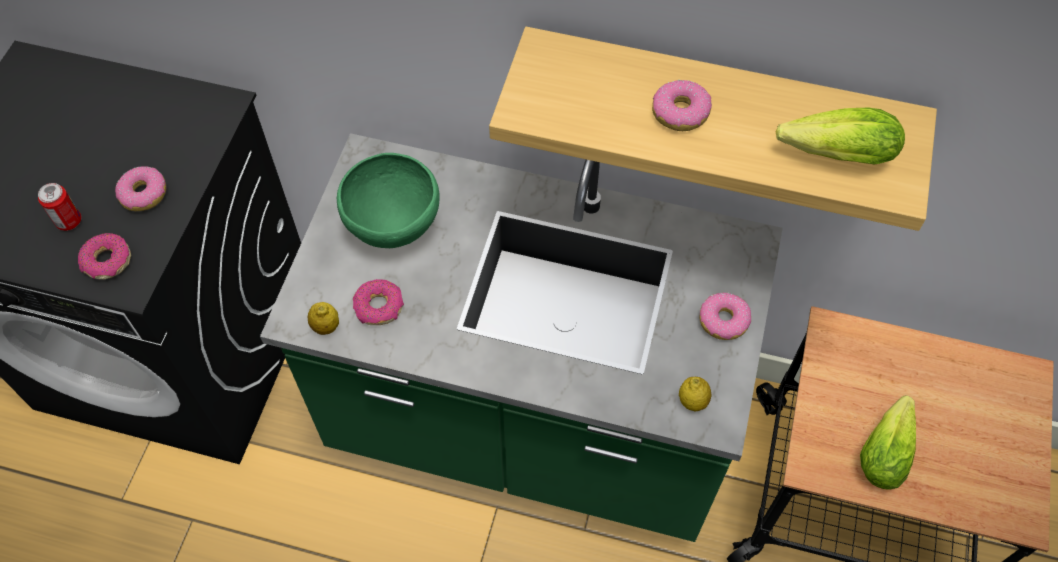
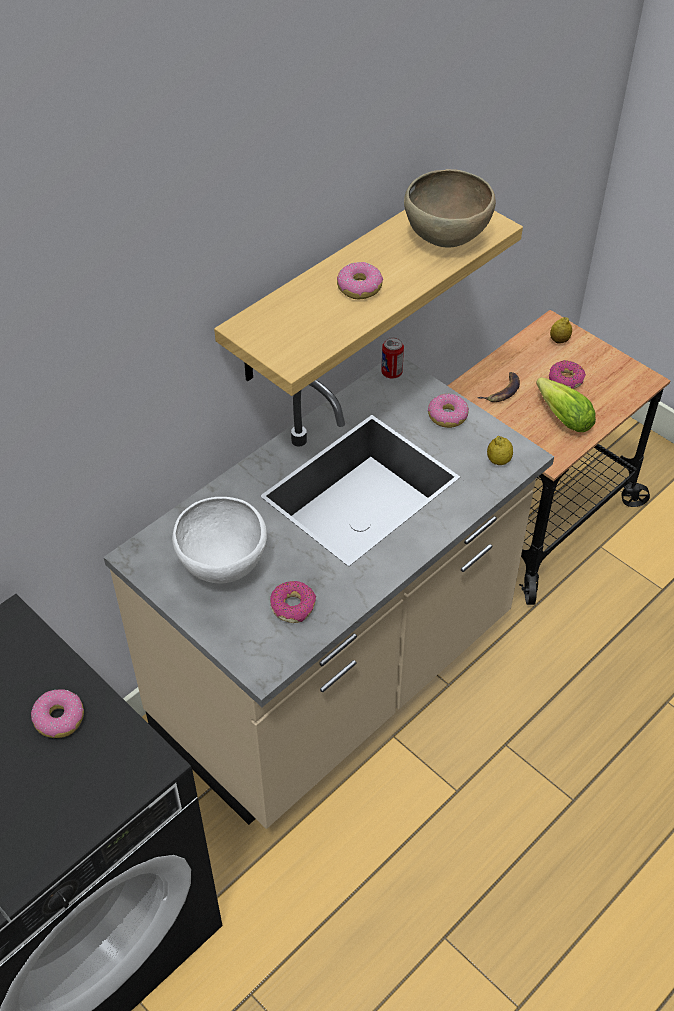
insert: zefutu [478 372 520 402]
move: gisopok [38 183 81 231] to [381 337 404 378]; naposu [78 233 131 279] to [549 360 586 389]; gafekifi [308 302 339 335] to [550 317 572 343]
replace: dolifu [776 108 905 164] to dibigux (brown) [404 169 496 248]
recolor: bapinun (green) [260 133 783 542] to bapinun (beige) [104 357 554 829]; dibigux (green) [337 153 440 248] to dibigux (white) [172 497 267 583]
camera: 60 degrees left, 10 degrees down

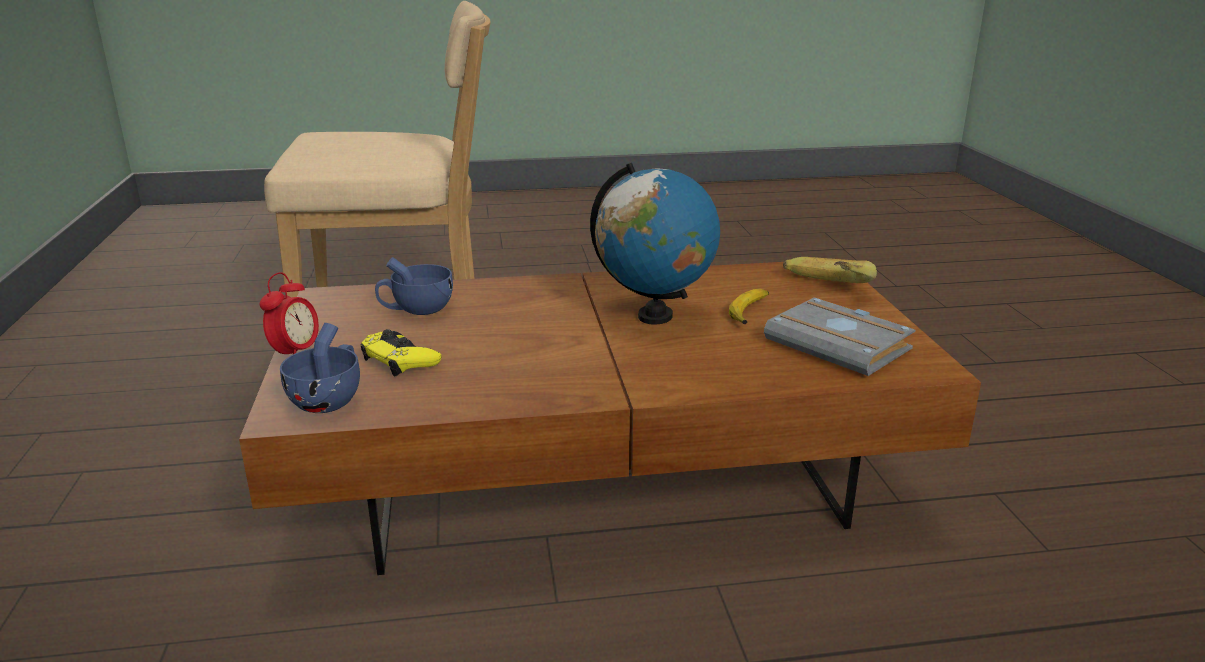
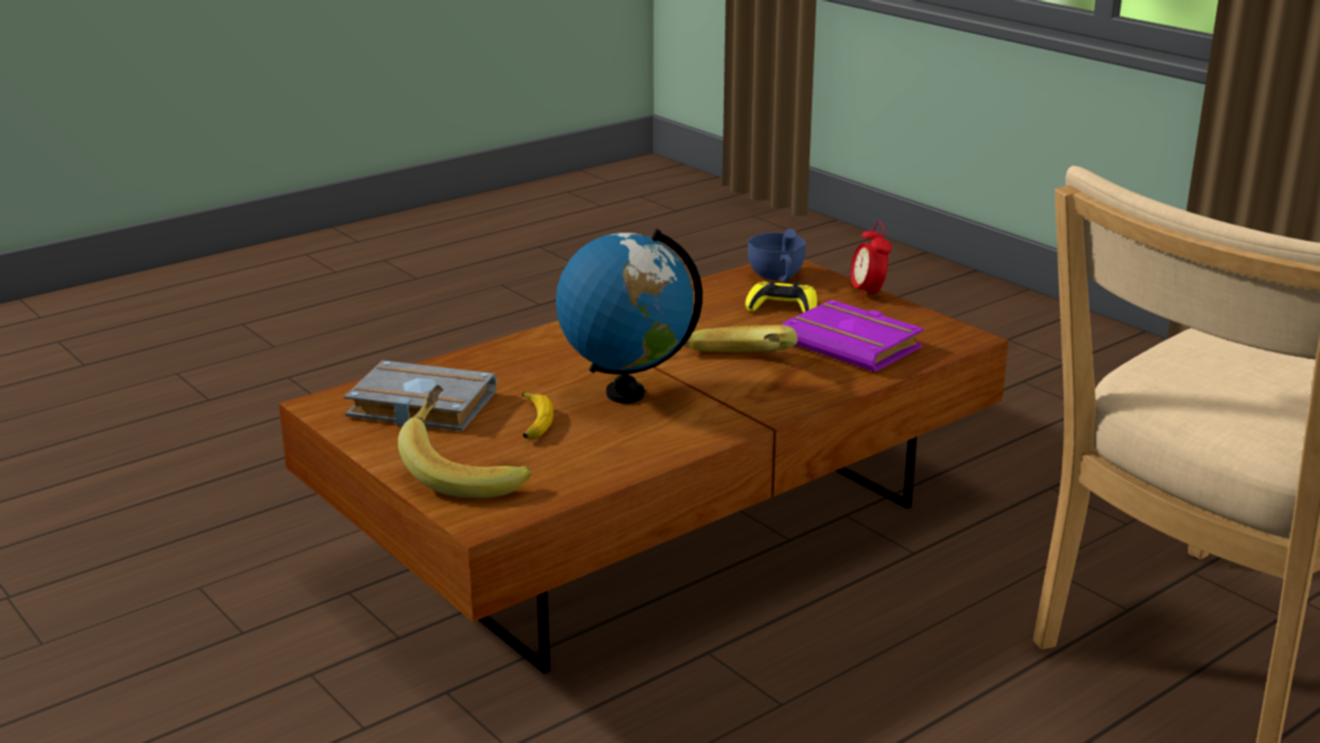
insert: zefutu [684 325 798 352]
replace: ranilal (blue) [375 257 453 315] to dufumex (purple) [782 300 924 372]
camera: 150 degrees right, 0 degrees up

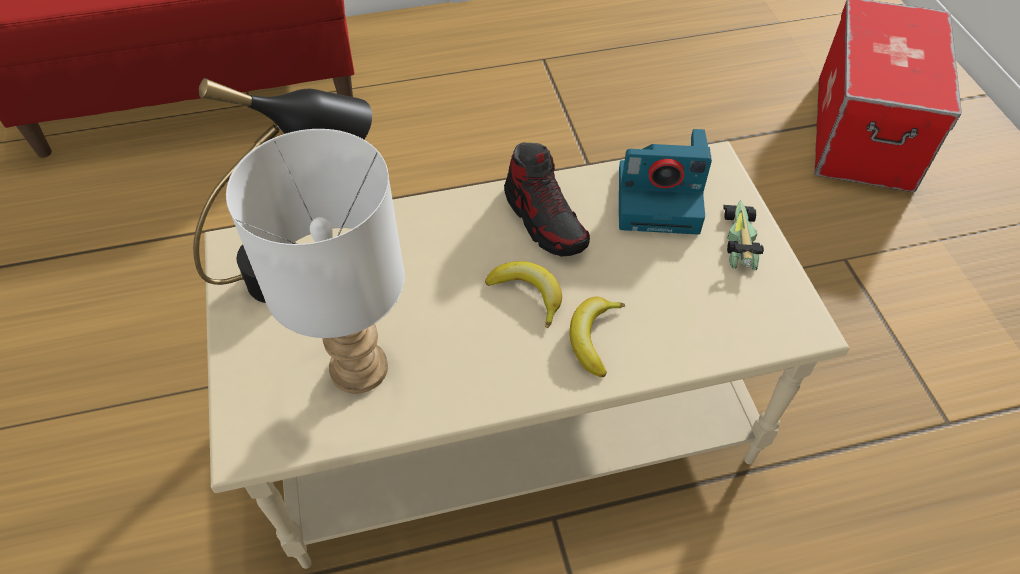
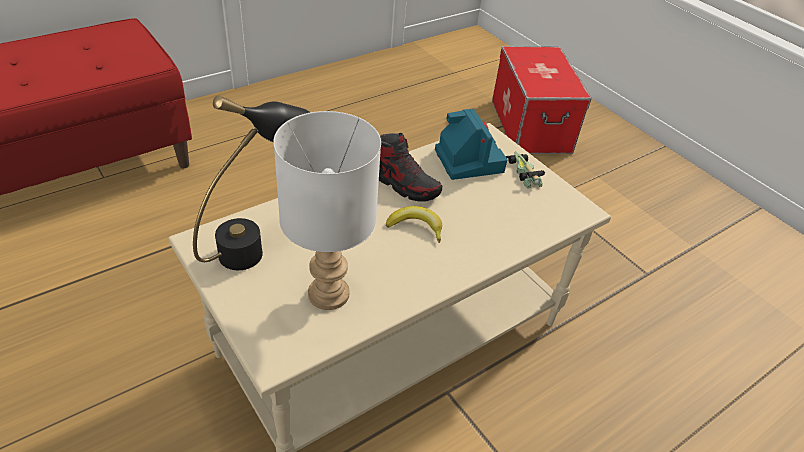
delete: zefutu [570 297 625 377]
rotate: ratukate [619 129 712 235] = [435 109 507 180] 90 degrees counterclockwise
camera: 25 degrees left, 10 degrees down

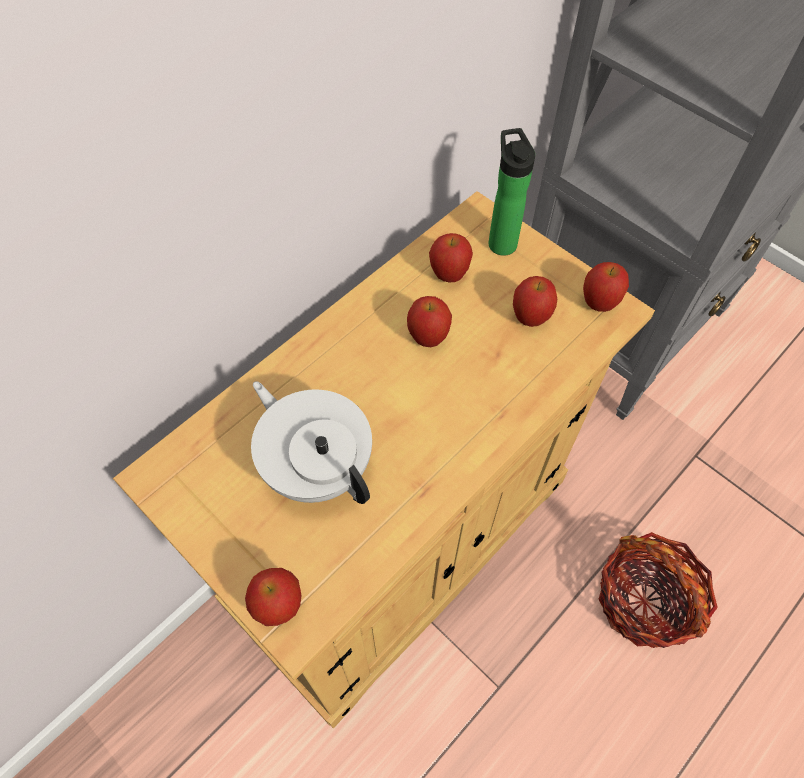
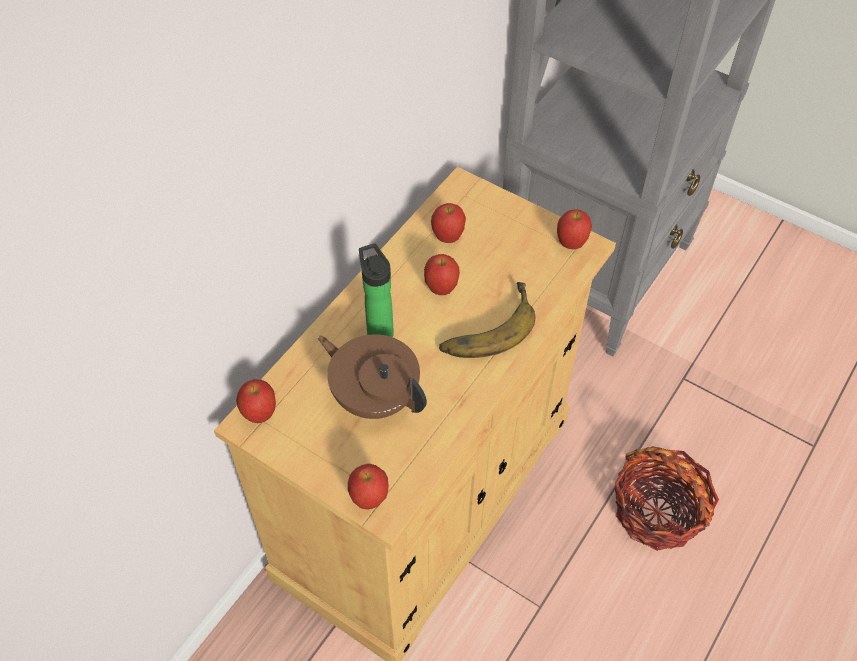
insert: zefutu [439 282 535 358]
move: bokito [489 128 535 256] to [359 243 394 337]; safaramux [513 276 557 327] to [236 379 276 423]
recolor: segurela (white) [251 381 372 504] to segurela (brown) [318 334 427 419]
camera: 10 degrees left, 5 degrees down

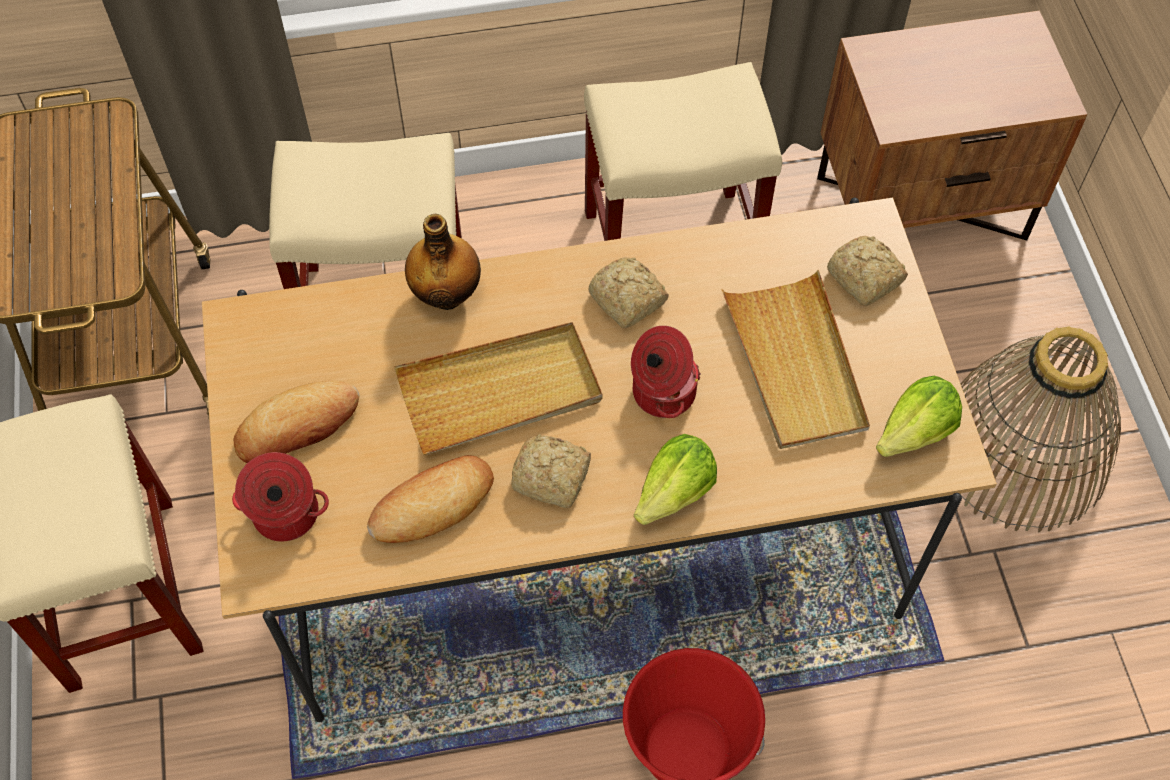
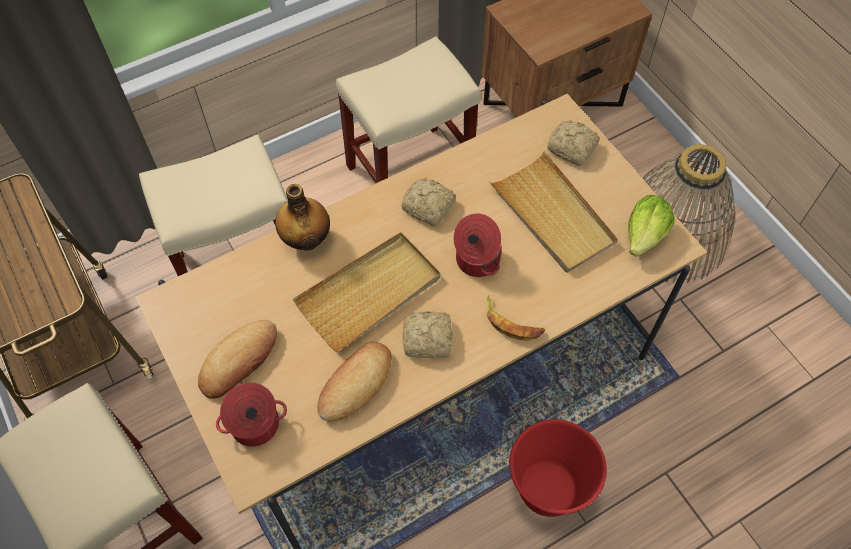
replace: dolifu [634 434 717 525] to zefutu [487 295 545 341]
camera: 20 degrees left, 0 degrees up

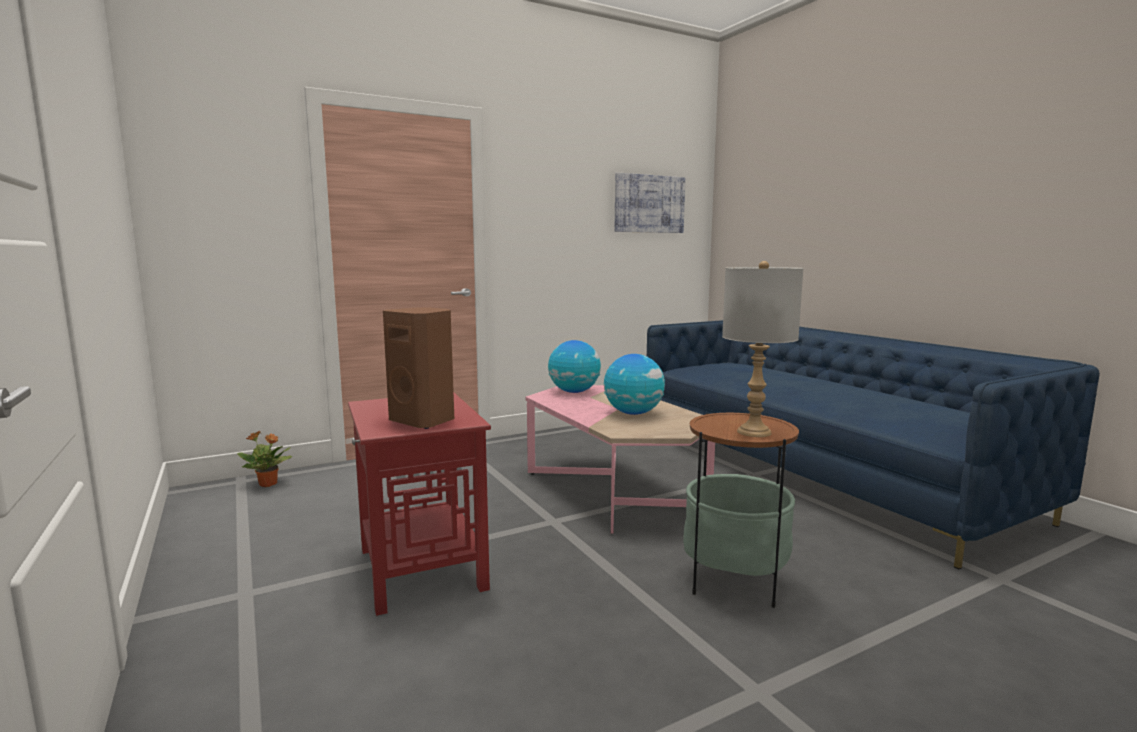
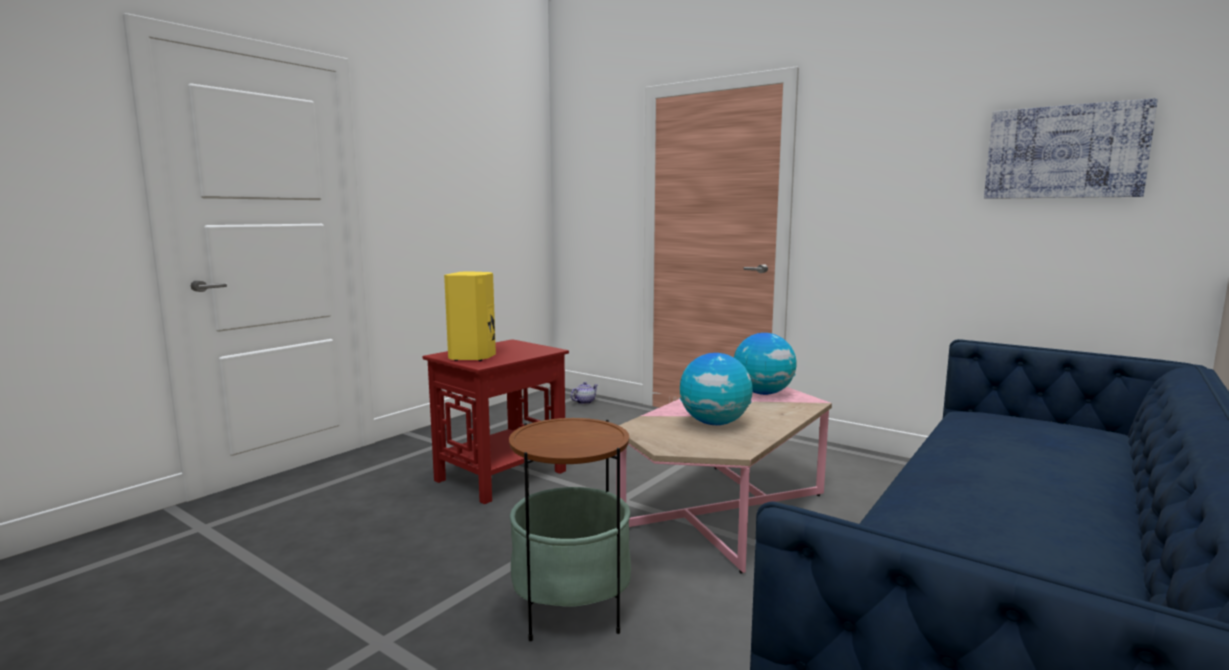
delete: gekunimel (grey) [722 261 804 437]
replace: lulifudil [237 431 292 487] to segurela [570 382 598 404]
recolor: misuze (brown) [383 308 454 429] to misuze (yellow) [444 271 496 361]
camera: 65 degrees right, 0 degrees up

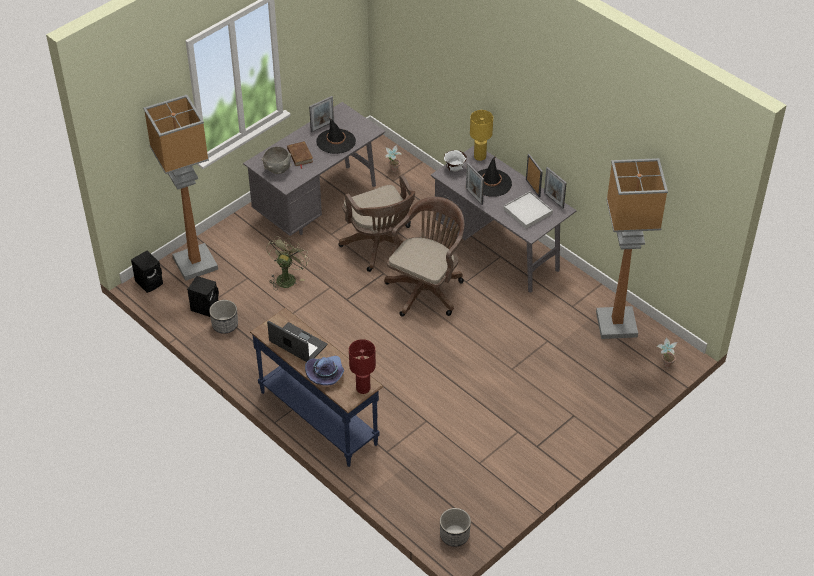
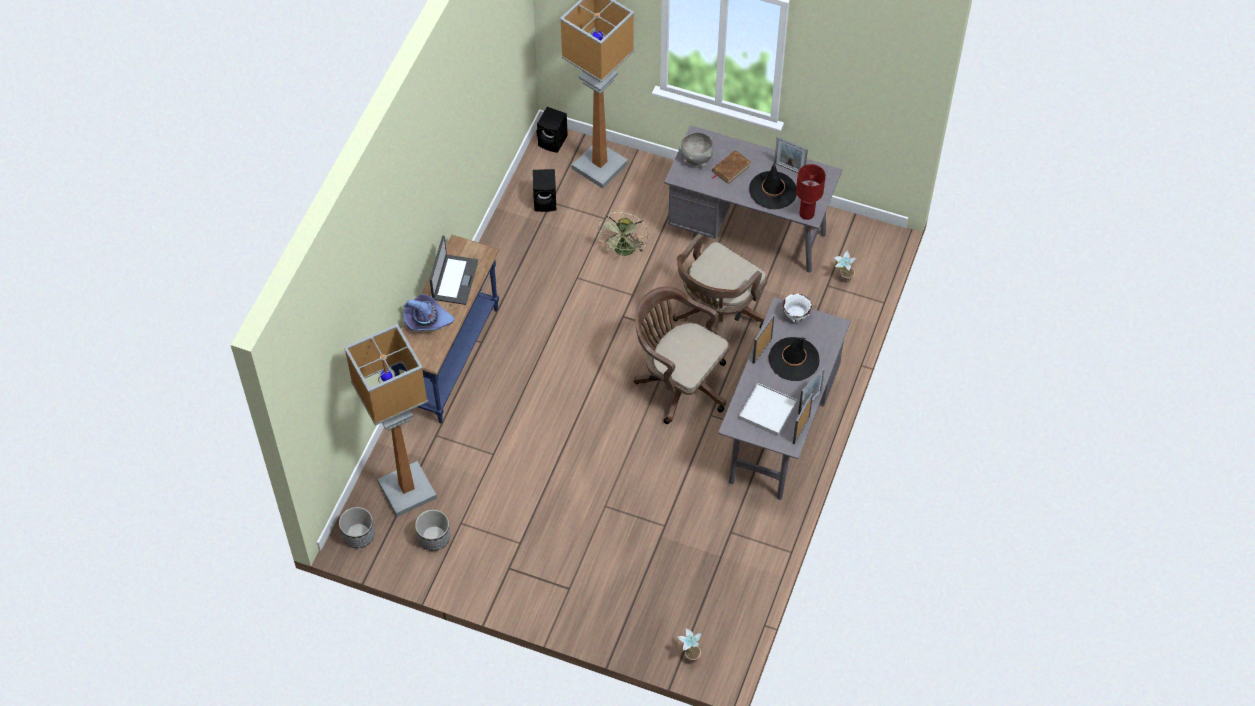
delete: gekunimel (yellow) [470 110 493 161]
move: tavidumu [596 158 668 339] to [344 324 437 517]; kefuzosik [209 300 238 334] to [415 510 450 551]; gekunimel (red) [349 339 376 394] to [796 164 826 220]
rotate: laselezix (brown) [384 197 465 317] = [634 286 730 424] 150 degrees counterclockwise; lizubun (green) [266 236 309 289] = [598 212 649 256] 105 degrees clockwise
camera: 65 degrees right, 10 degrees up

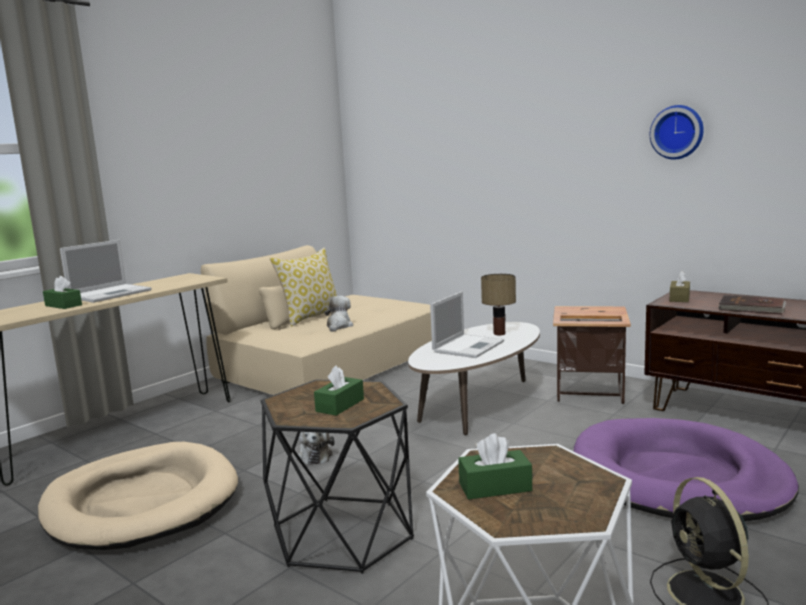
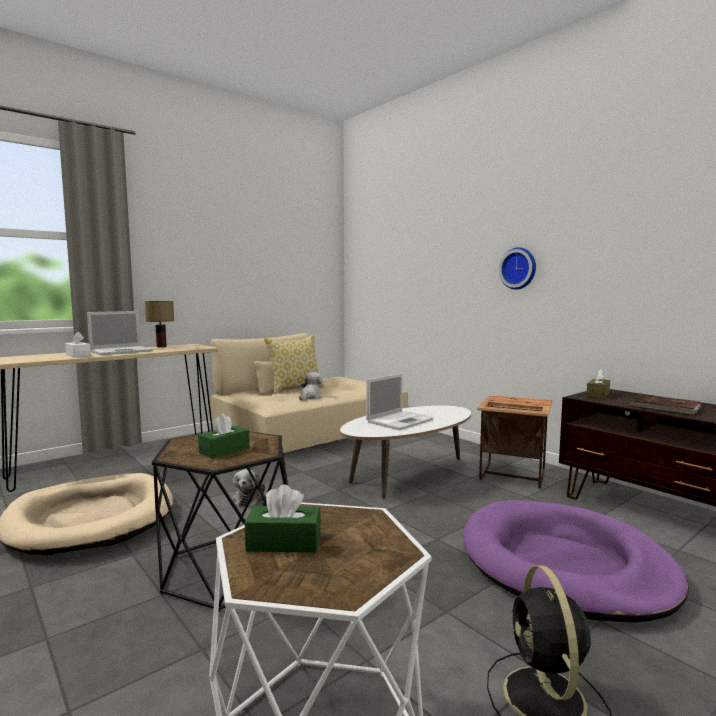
move: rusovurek [650 105 704 159] to [499 247 536 290]; gekunimel [481 274 516 335] to [145 301 174 347]
recolor: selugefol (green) [43 276 82 309] to selugefol (white) [65 332 91 357]
camera: 10 degrees right, 5 degrees down

